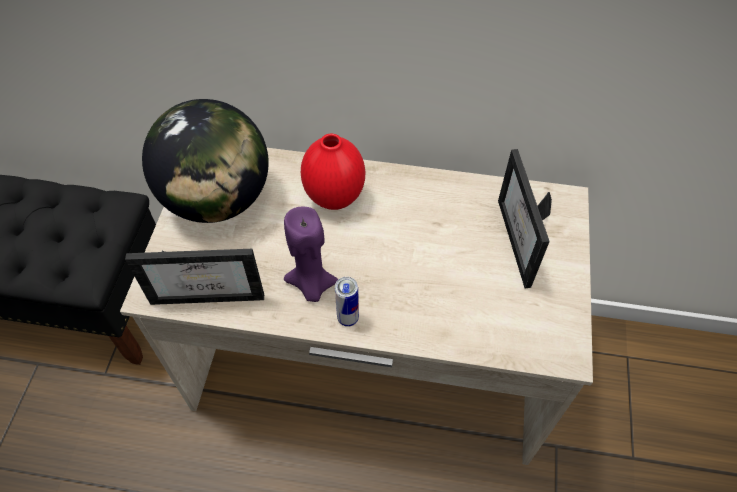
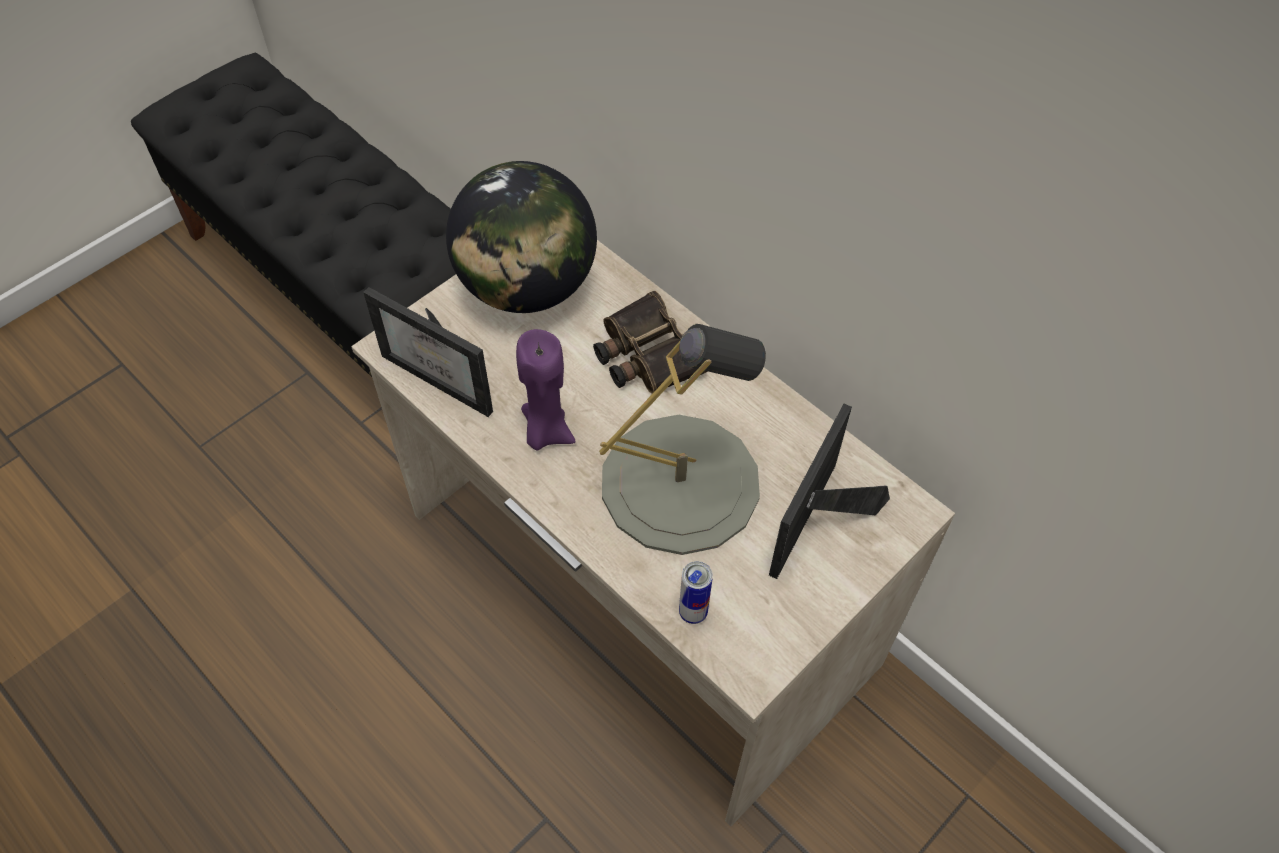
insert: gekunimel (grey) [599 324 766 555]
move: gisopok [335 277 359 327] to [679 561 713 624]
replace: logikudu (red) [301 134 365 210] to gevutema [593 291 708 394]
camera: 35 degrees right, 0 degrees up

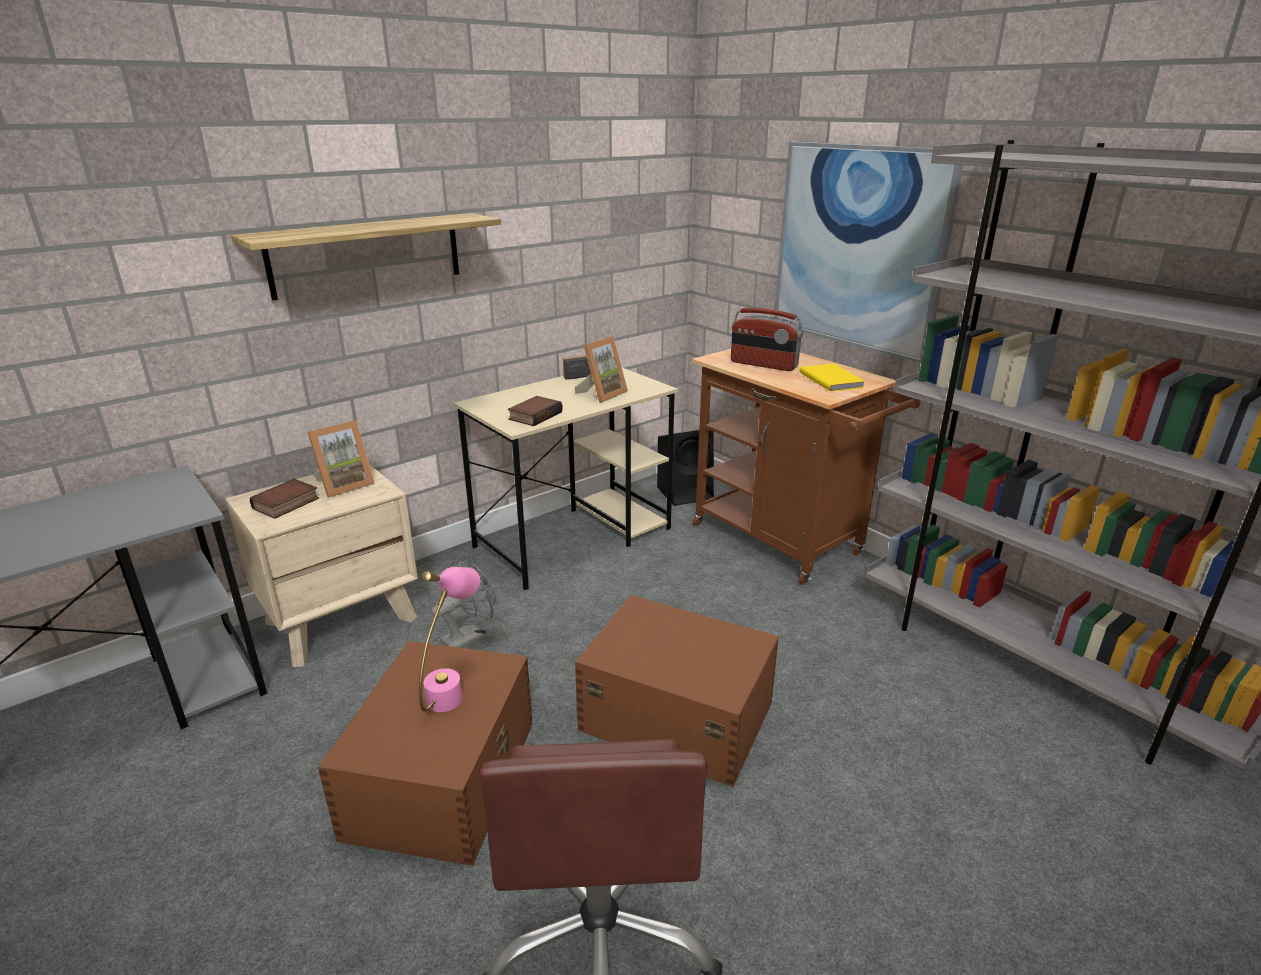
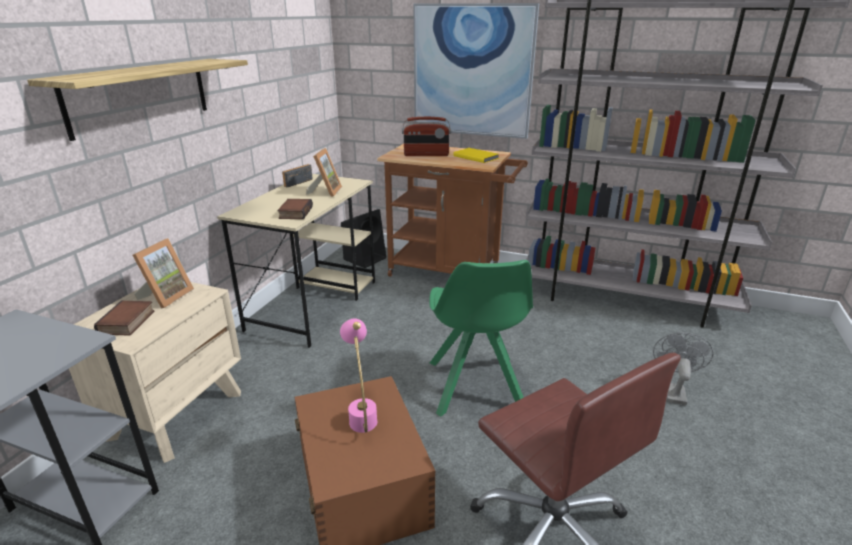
move: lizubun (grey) [431 560 496 648] to [653 332 713 405]
replace: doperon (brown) [575 595 779 787] to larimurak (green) [429 260 533 417]
camera: 30 degrees left, 0 degrees up

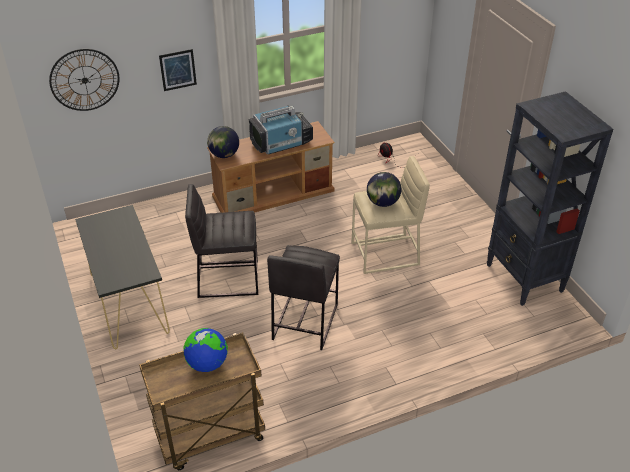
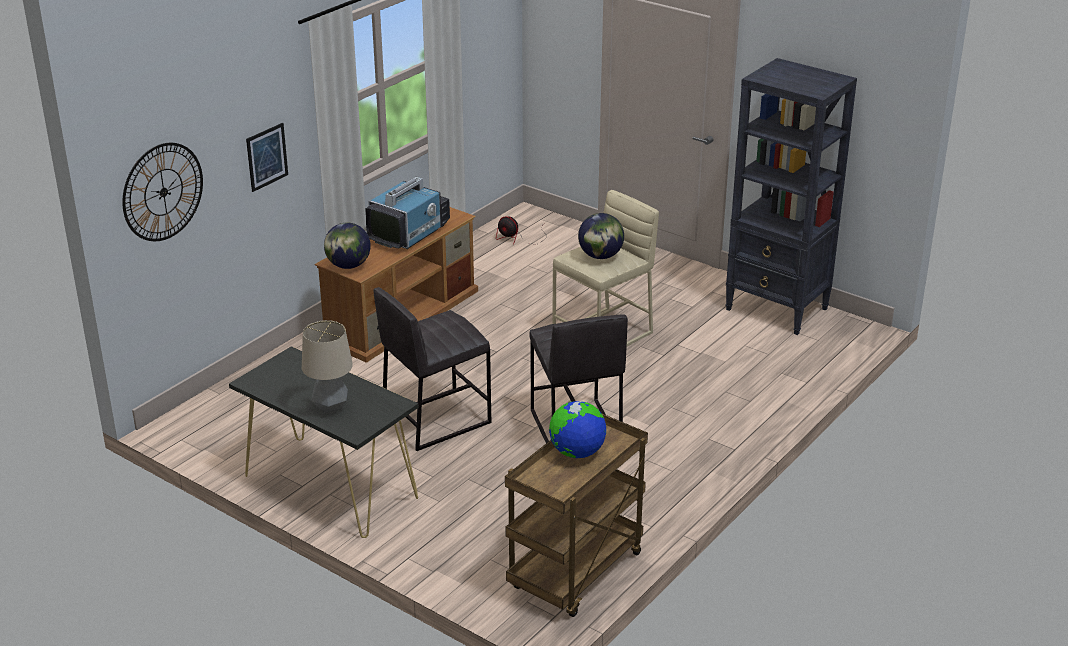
insert: gekunimel [302 320 353 414]
camera: 30 degrees left, 10 degrees down

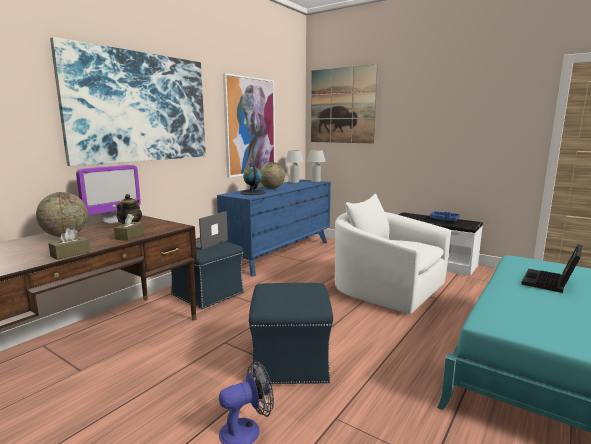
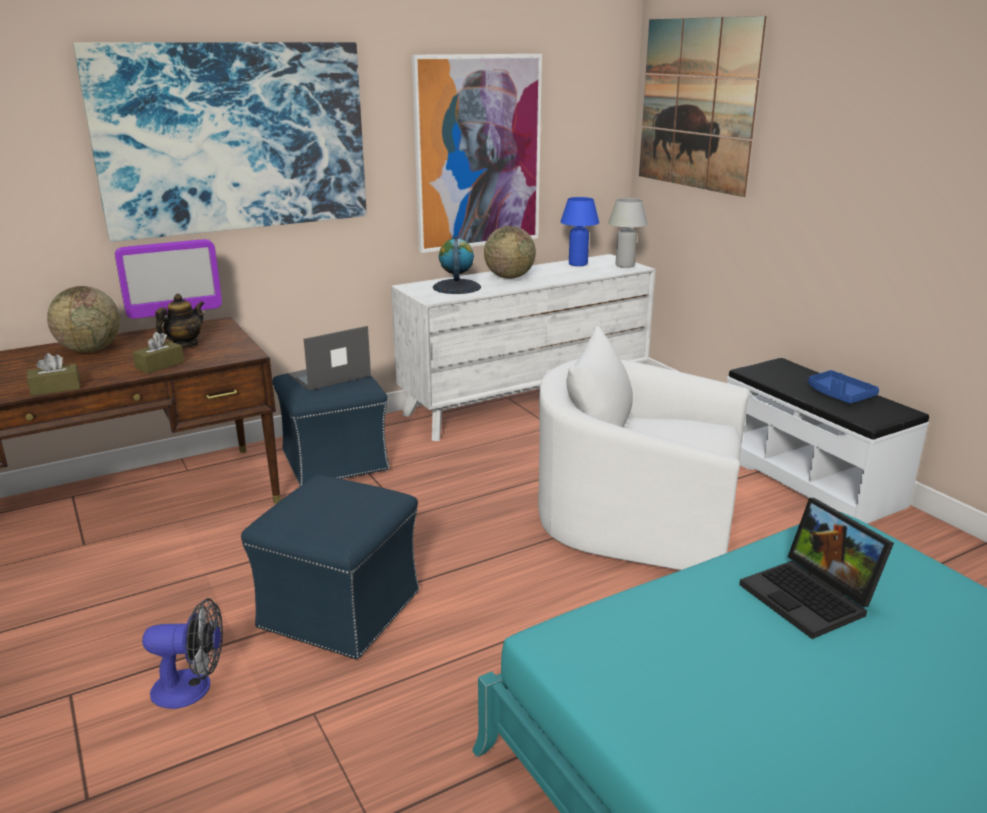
recolor: gekunimel (white) [285 150 304 183] to gekunimel (blue) [560 197 599 266]; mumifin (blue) [217 179 331 276] to mumifin (white) [391 254 656 441]
rotate: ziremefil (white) [335 194 451 314] = [538 326 749 570] 45 degrees counterclockwise; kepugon [521 244 582 293] = [739 498 894 639] 90 degrees counterclockwise
camera: 25 degrees right, 10 degrees up

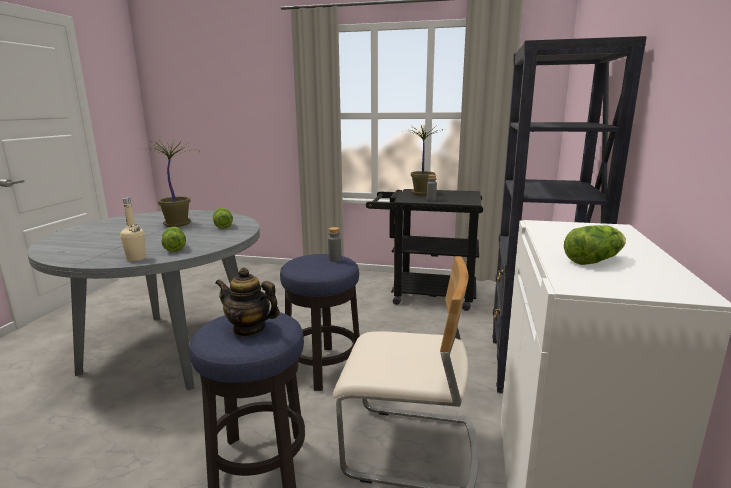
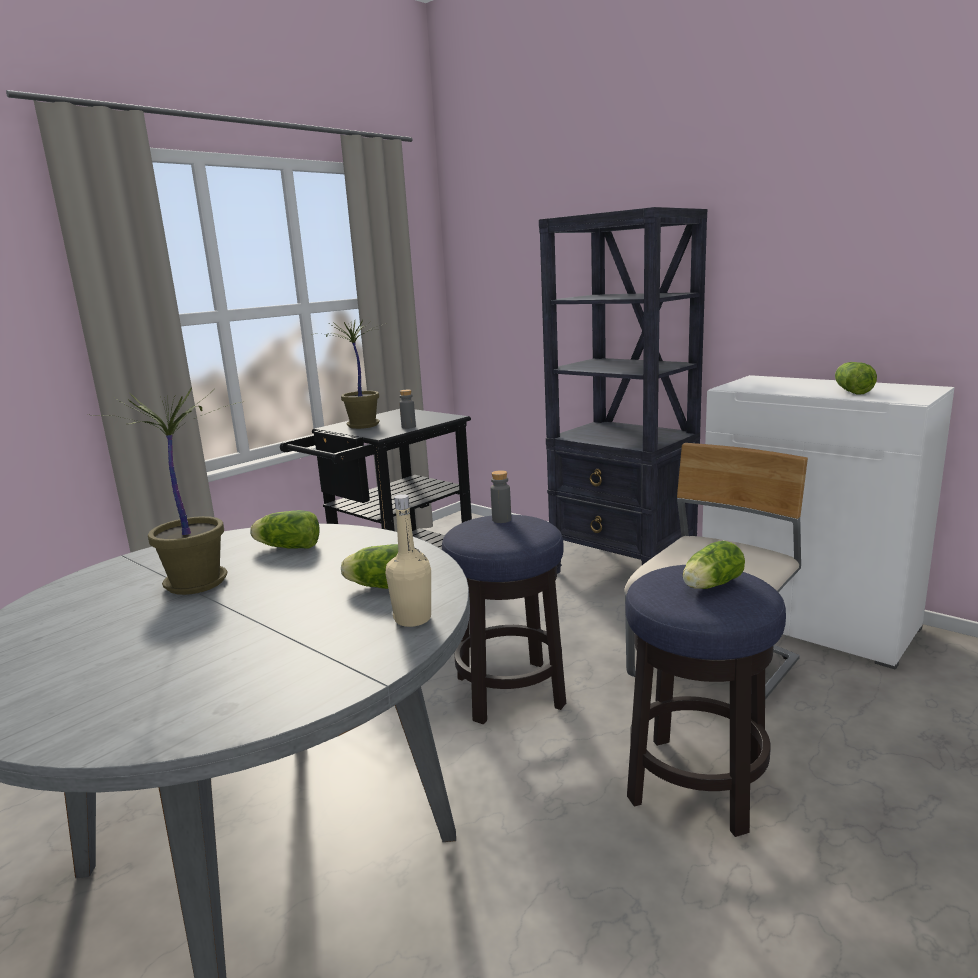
replace: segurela [215 267 280 337] to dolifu [683 541 745 589]
camera: 60 degrees left, 0 degrees up

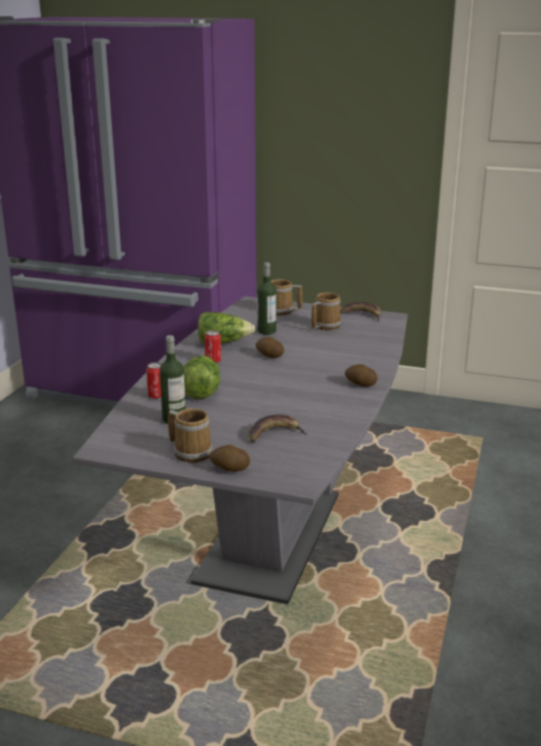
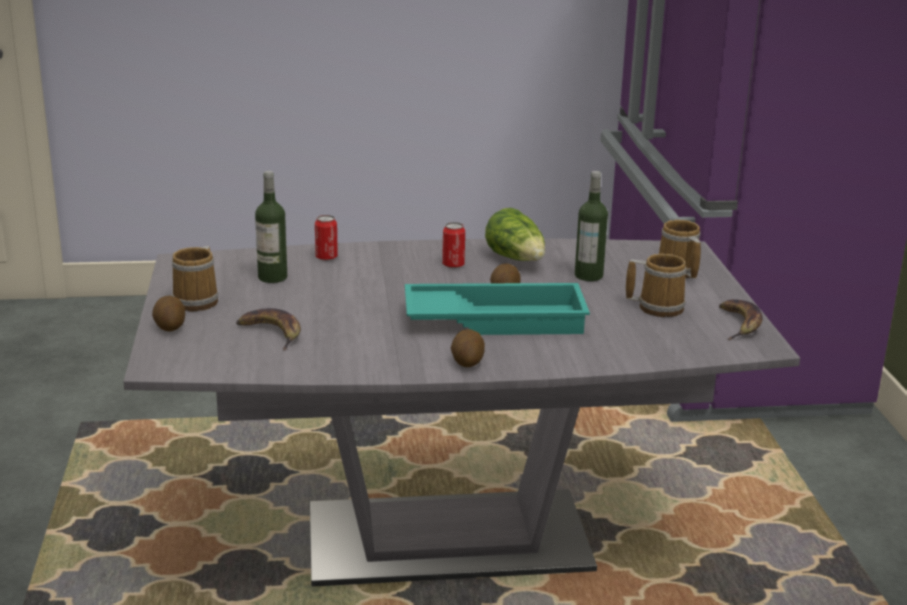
delete: dolifu [183 356 220 399]
insert: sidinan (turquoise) [405 283 590 335]
camera: 65 degrees right, 0 degrees up

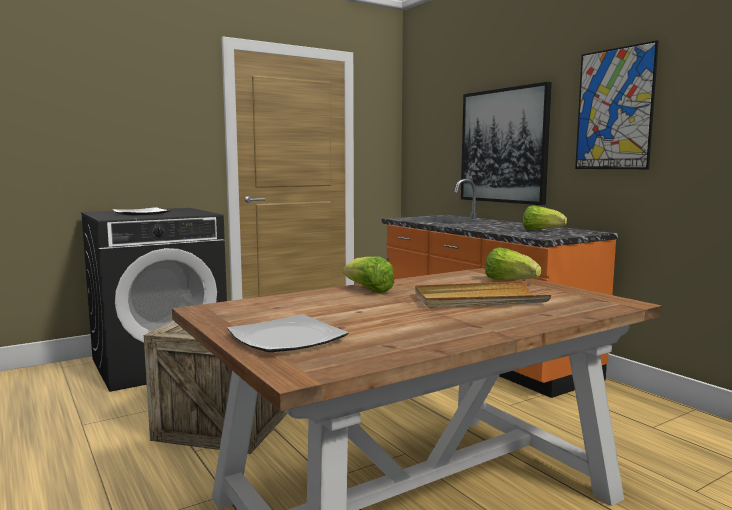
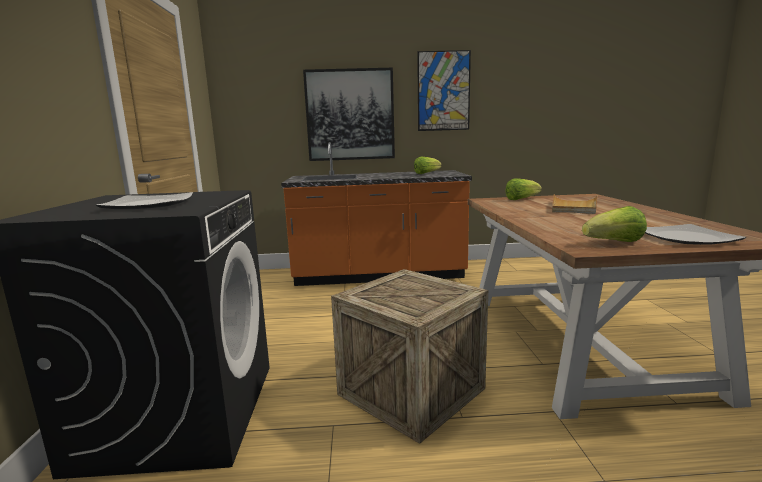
move: dolifu [343 256 394 293] to [582 206 647 242]
camera: 60 degrees left, 5 degrees up

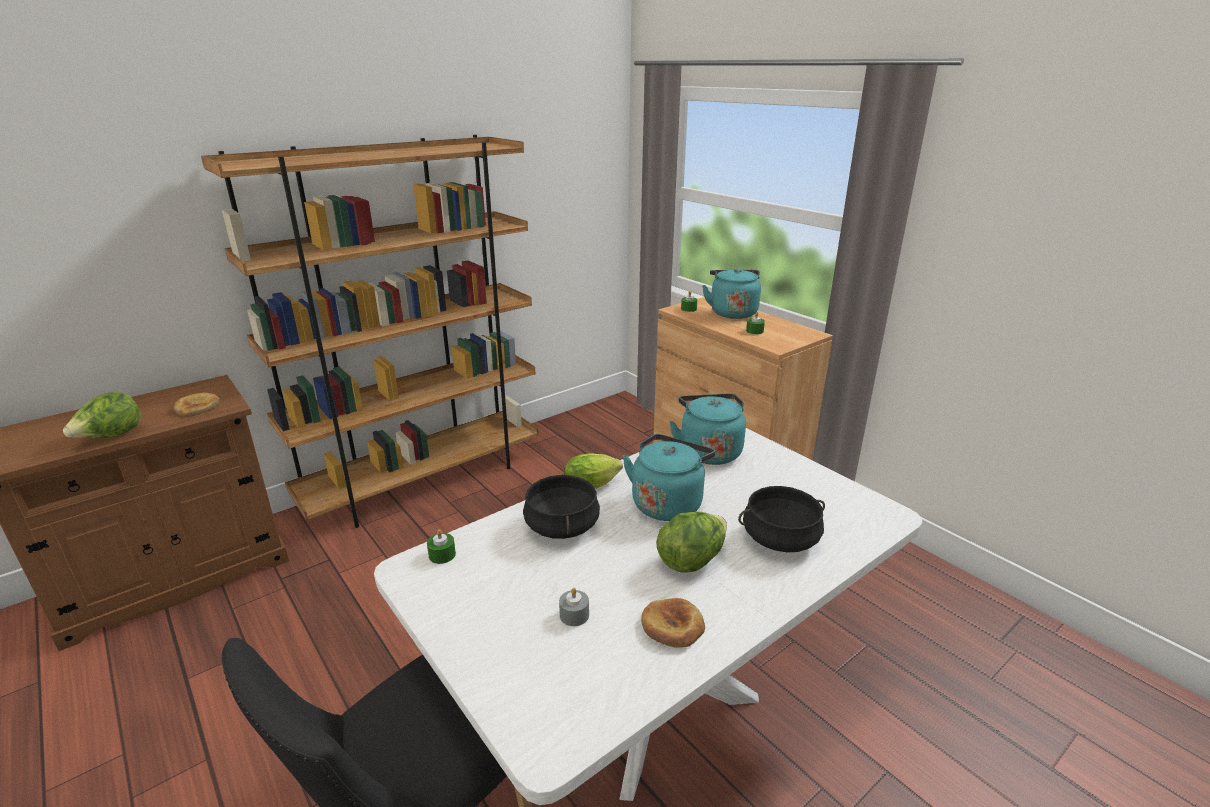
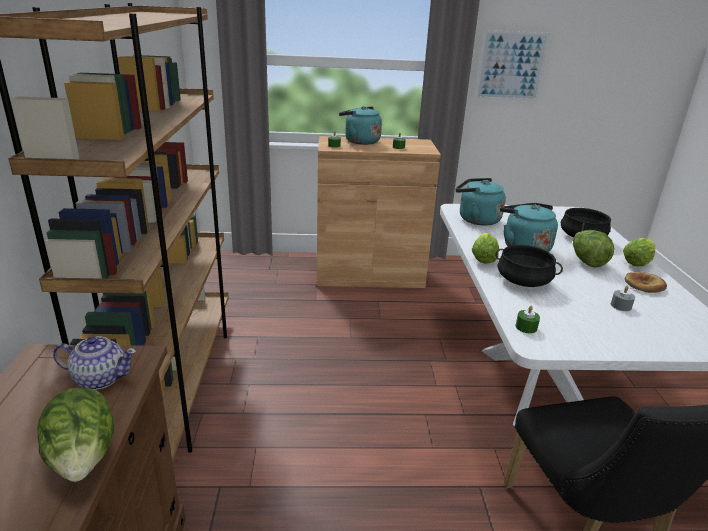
insert: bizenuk [475 30 550 101]; dolifu [623 238 656 266]
replace: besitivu [173 392 220 416] to segurela [53 336 136 390]
camera: 55 degrees left, 0 degrees up

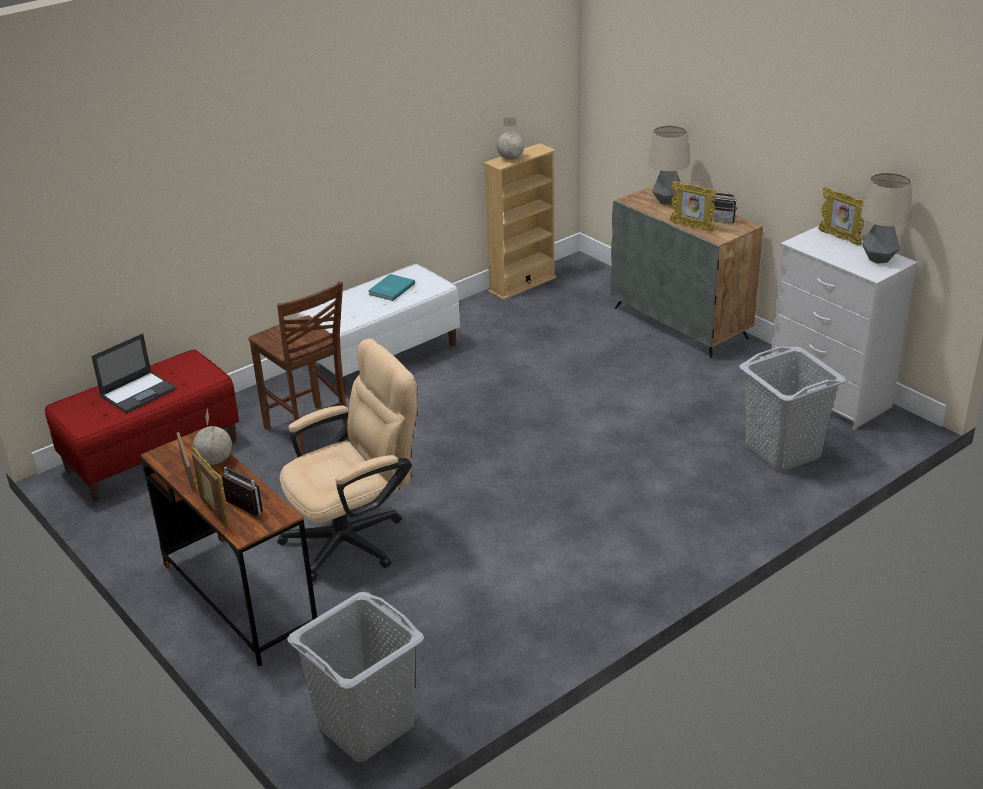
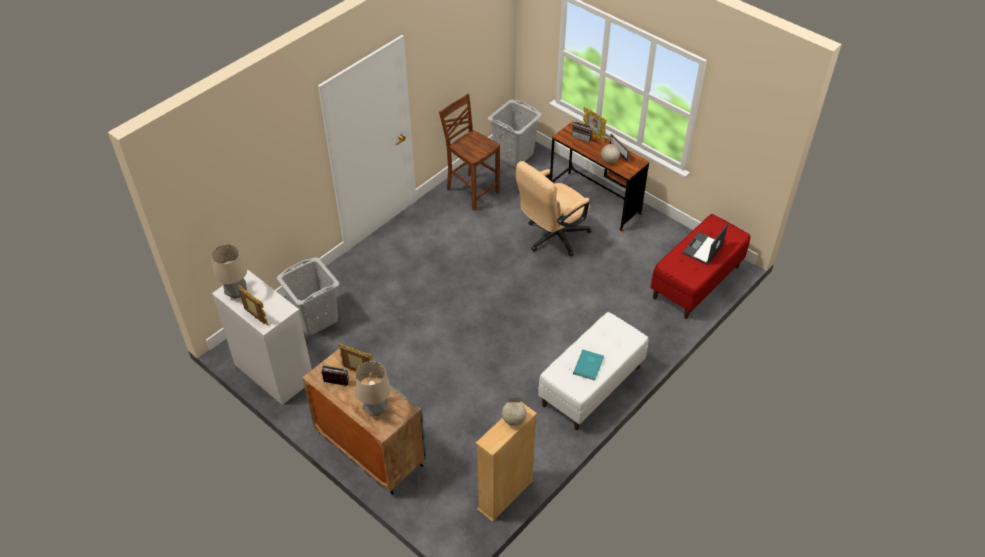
move: larimurak (brown) [248 281 349 455] to [439 94 500 211]
camera: 170 degrees right, 15 degrees up

